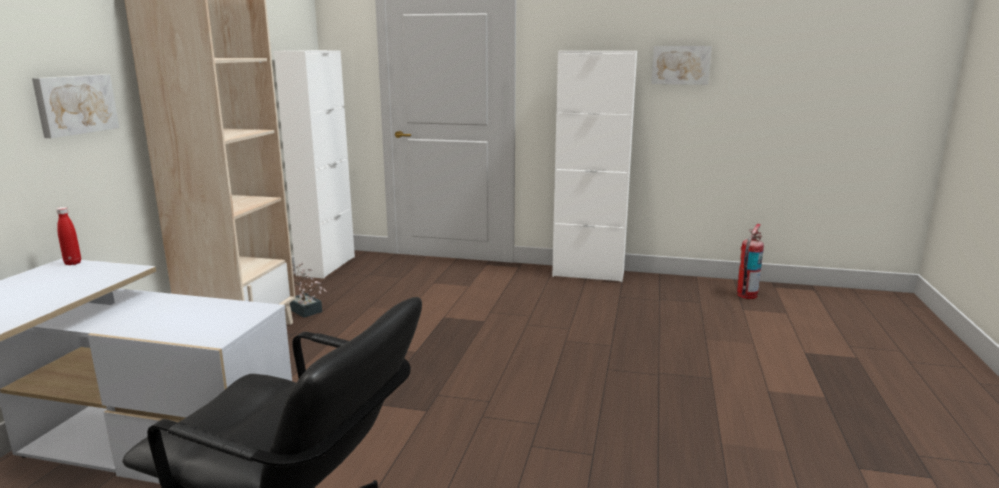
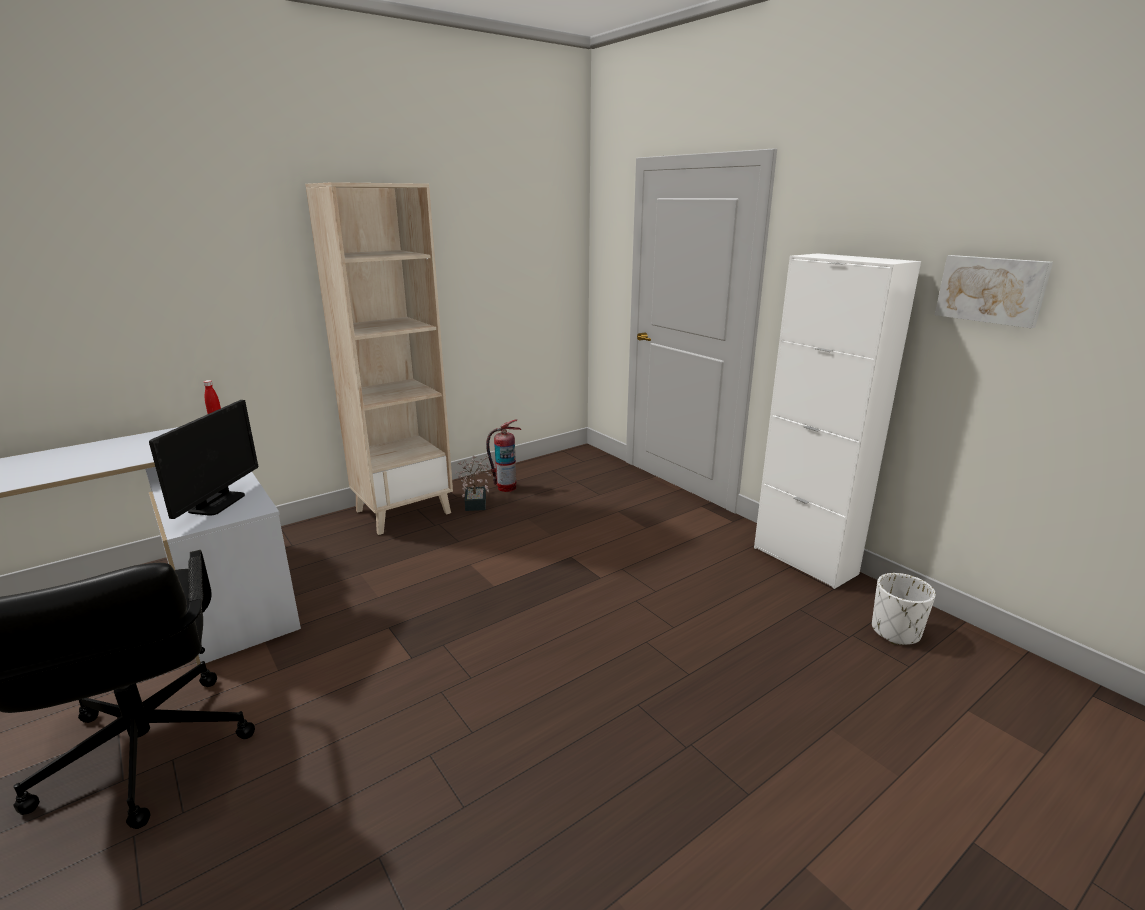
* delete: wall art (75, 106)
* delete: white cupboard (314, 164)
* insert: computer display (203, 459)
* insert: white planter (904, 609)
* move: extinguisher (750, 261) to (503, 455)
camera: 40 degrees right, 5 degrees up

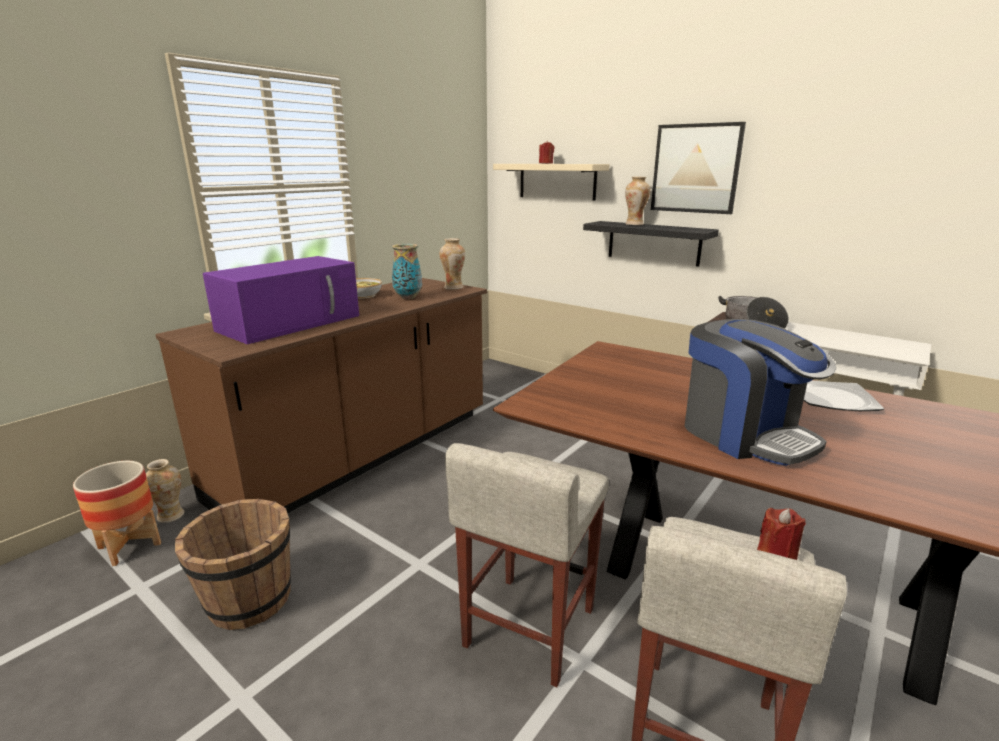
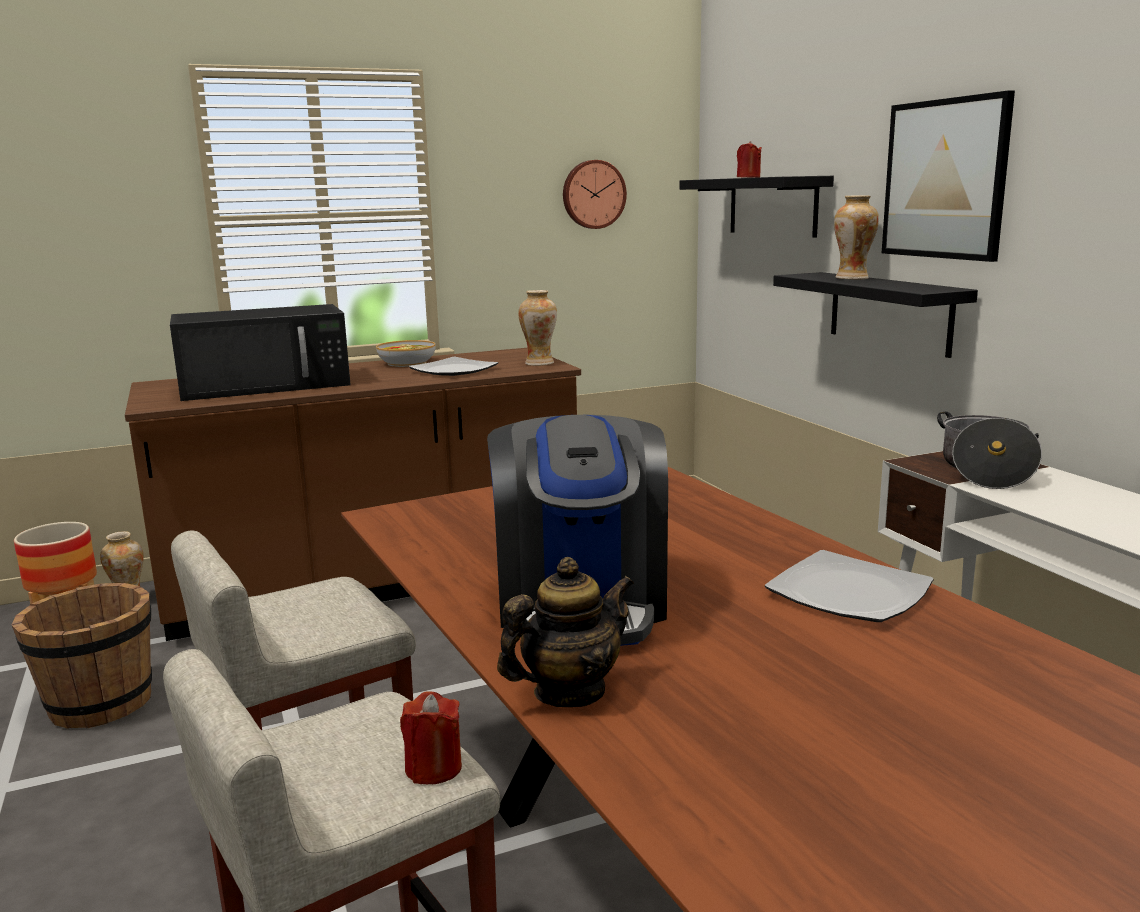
* insert: tea pot (565, 632)
* insert: hanging clock (595, 194)
* replace: vase (407, 271) to dinner plate (453, 366)
* recolor: purplish kitchen microwave (281, 300) to black kitchen microwave (260, 352)
* recolor: sand-coloured bracket shelf (551, 182) to black bracket shelf (756, 206)
camera: 30 degrees right, 5 degrees down

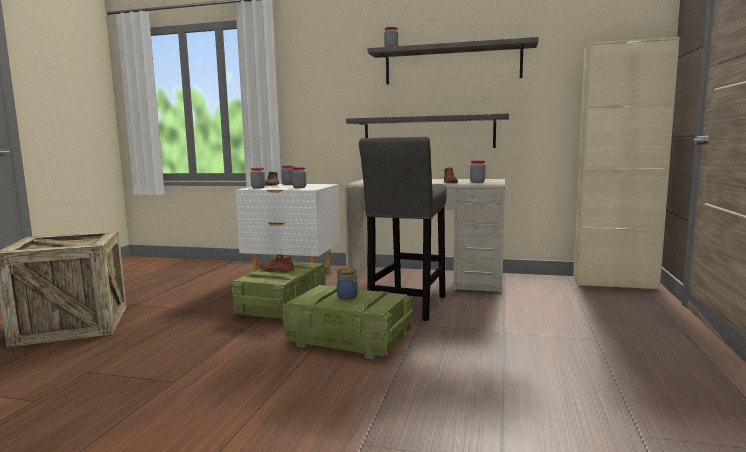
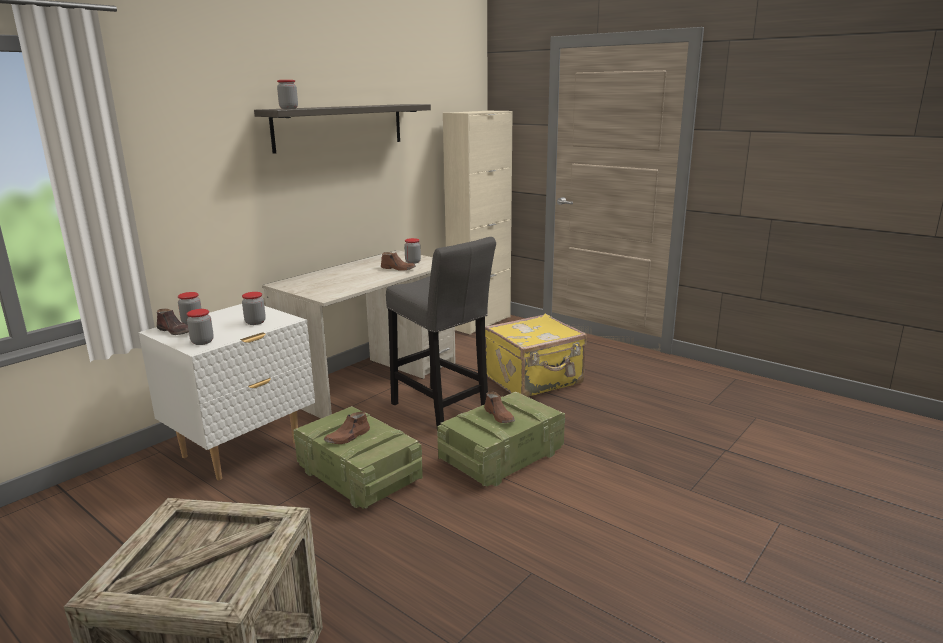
* delete: bracket shelf (427, 130)
* insert: yellowish suitcase (536, 355)
* replace: jar (348, 284) to brownish item of footwear (499, 407)
camera: 65 degrees left, 10 degrees up

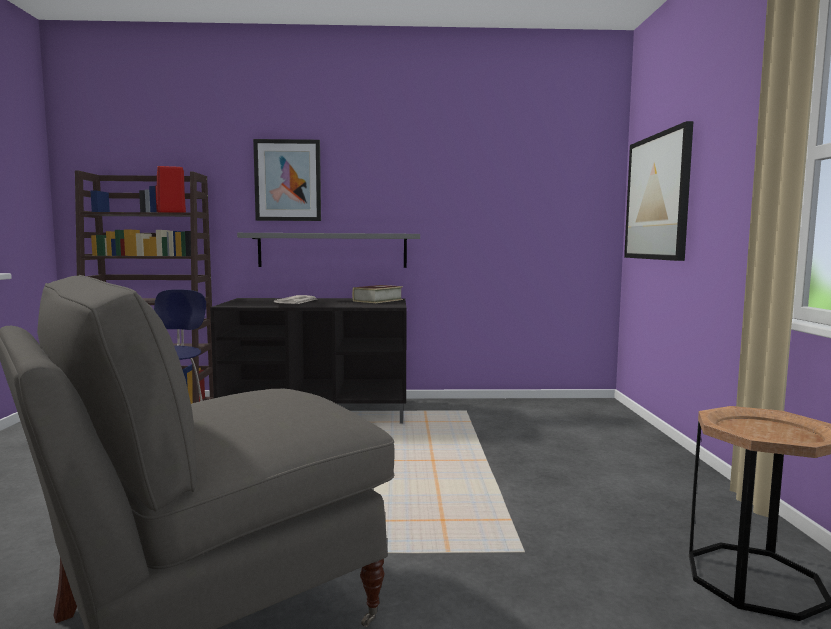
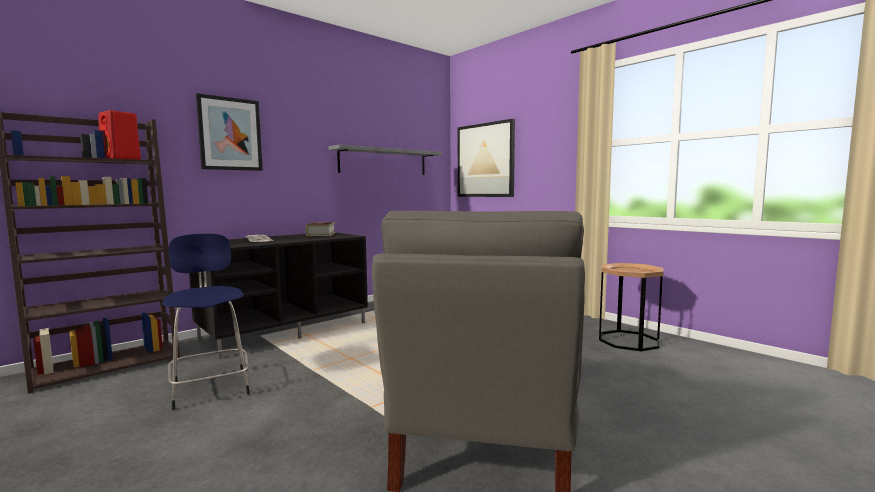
* move: gray bracket shelf (328, 250) to (385, 159)
camera: 40 degrees left, 0 degrees up

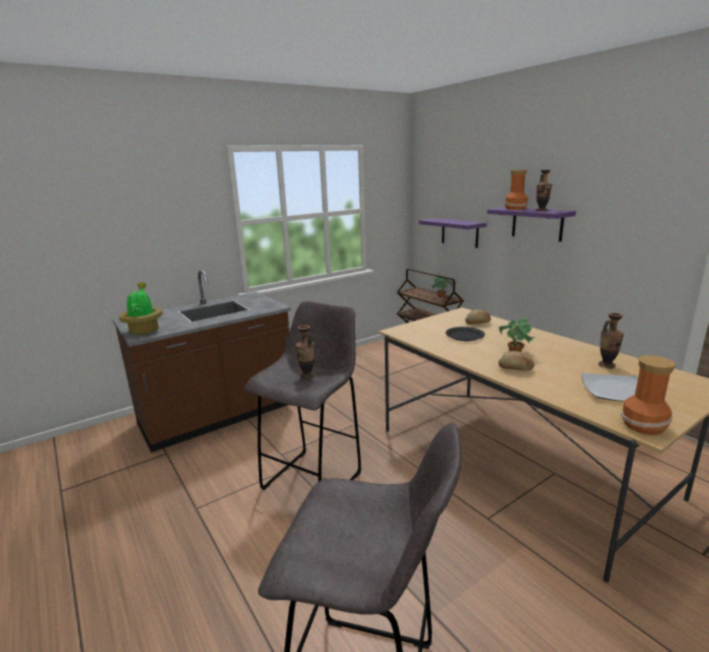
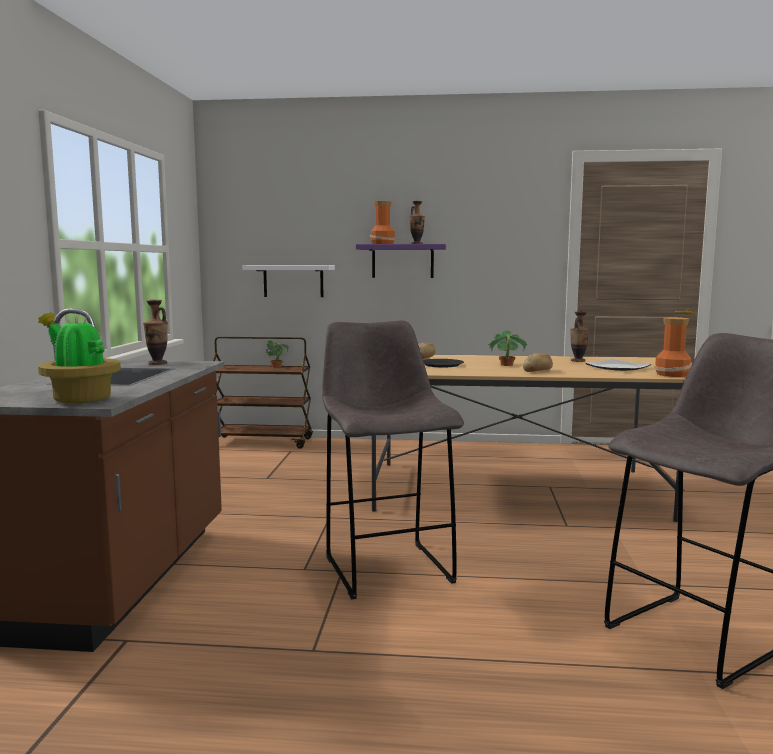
* move: vase (305, 351) to (155, 332)
* recolor: purplish bracket shelf (453, 233) to white bracket shelf (288, 281)
camera: 50 degrees left, 10 degrees down

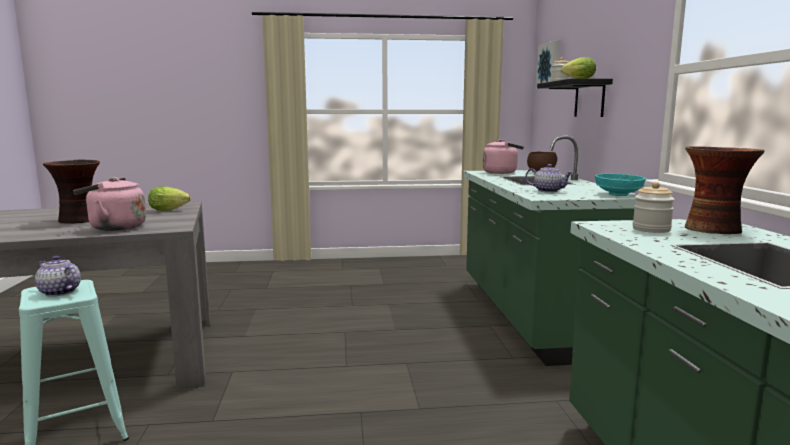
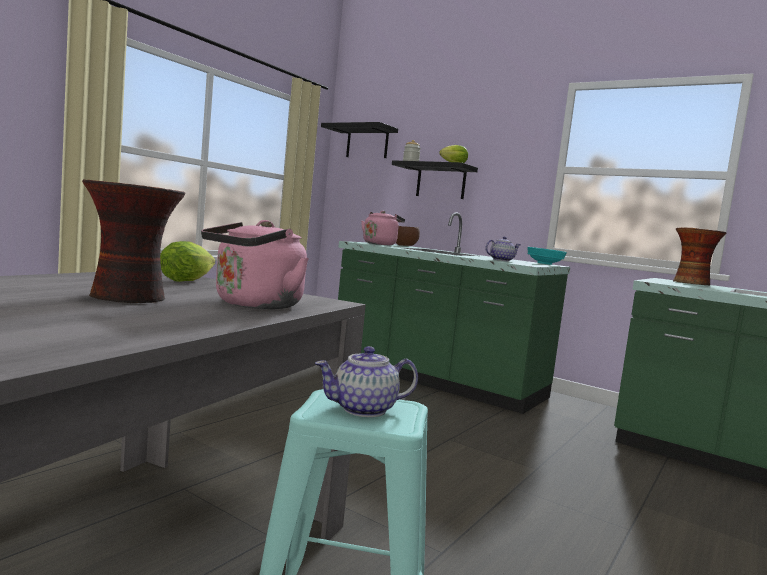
* delete: jar (654, 207)
* replace: wall art (548, 64) to black bracket shelf (359, 140)
camera: 50 degrees left, 5 degrees down

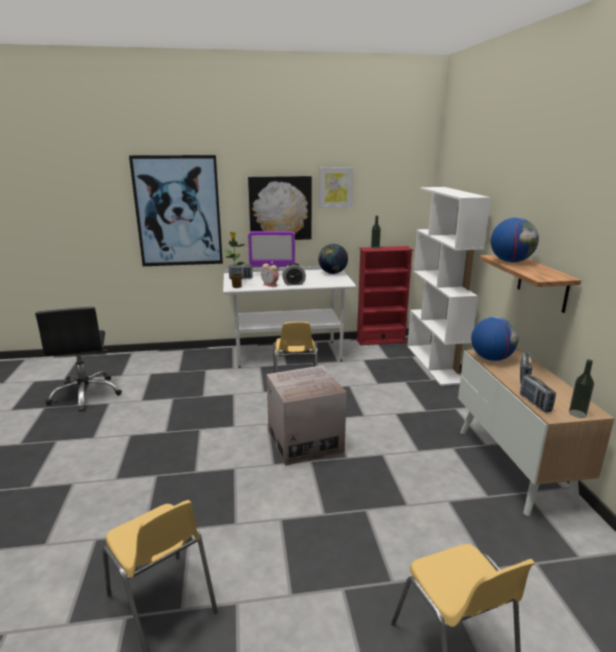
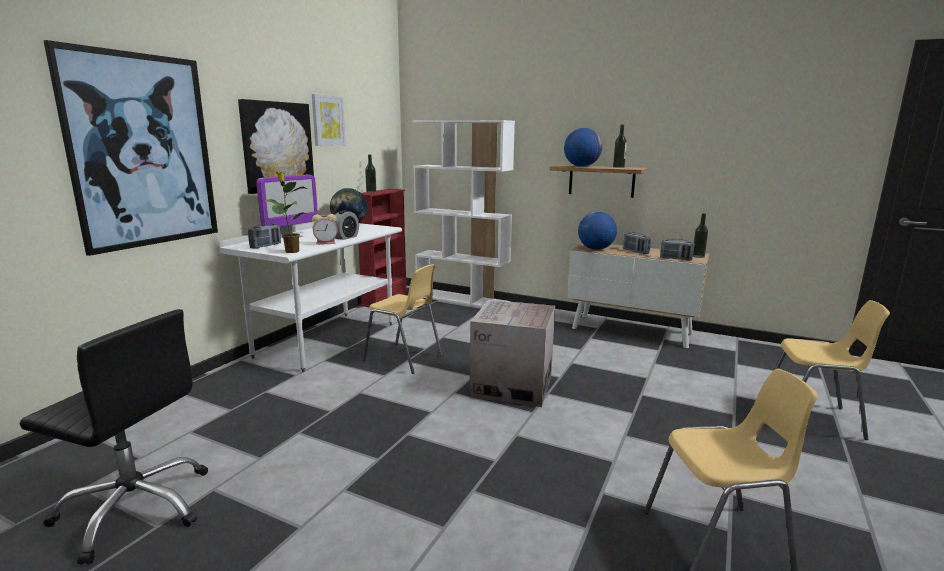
* insert: bottle (620, 146)
camera: 55 degrees left, 5 degrees down

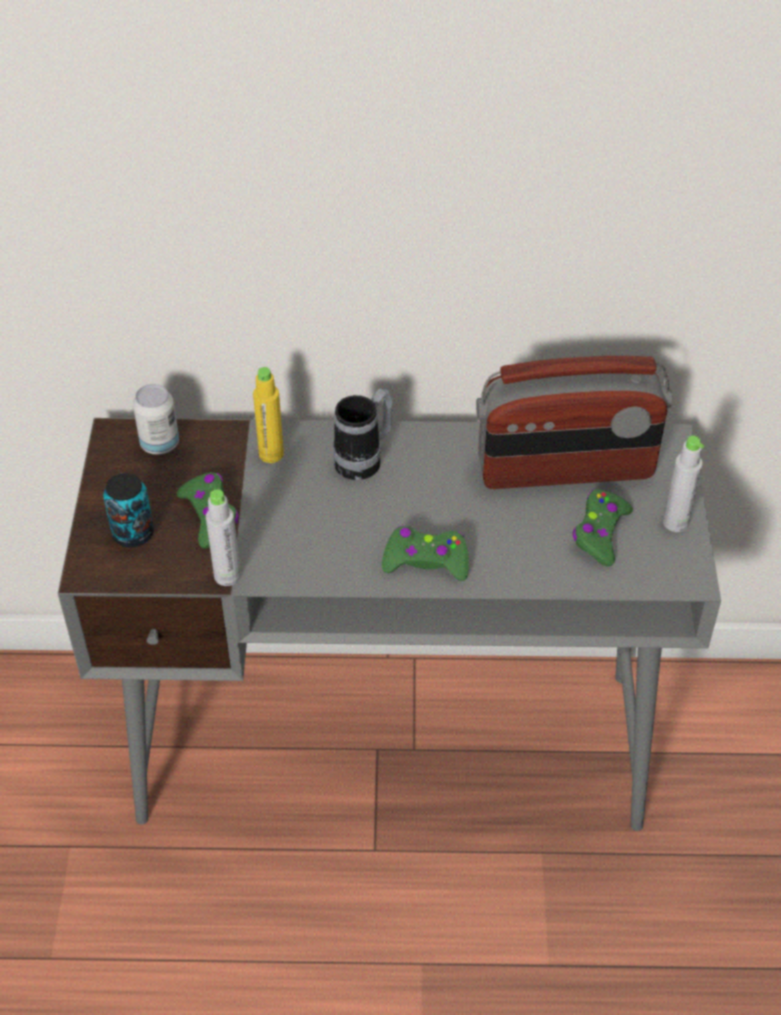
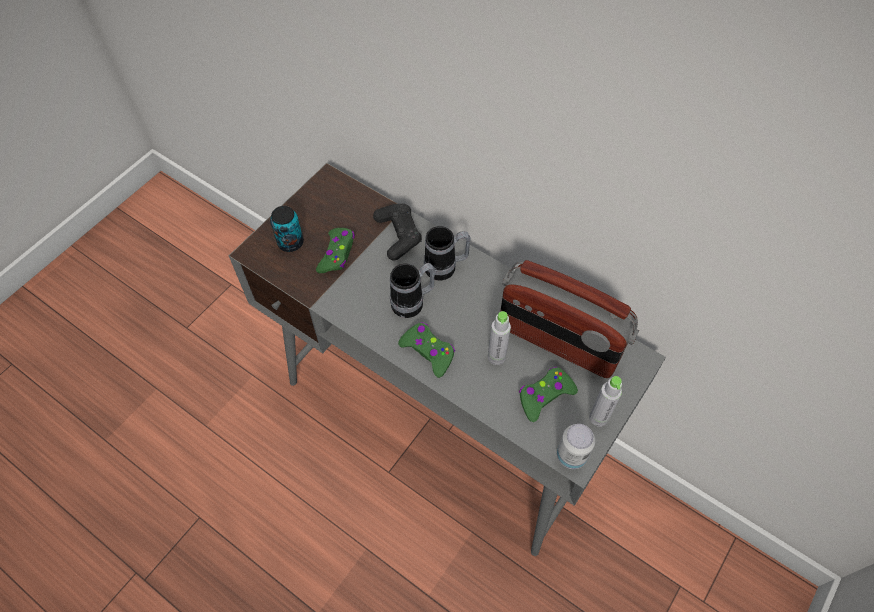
* insert: mug (412, 290)
* move: sealed can (156, 419) to (576, 446)
* move: gray bottle (223, 537) to (499, 338)
* replace: yellowish bottle (268, 415) to black joypad (397, 231)
camera: 35 degrees right, 10 degrees up

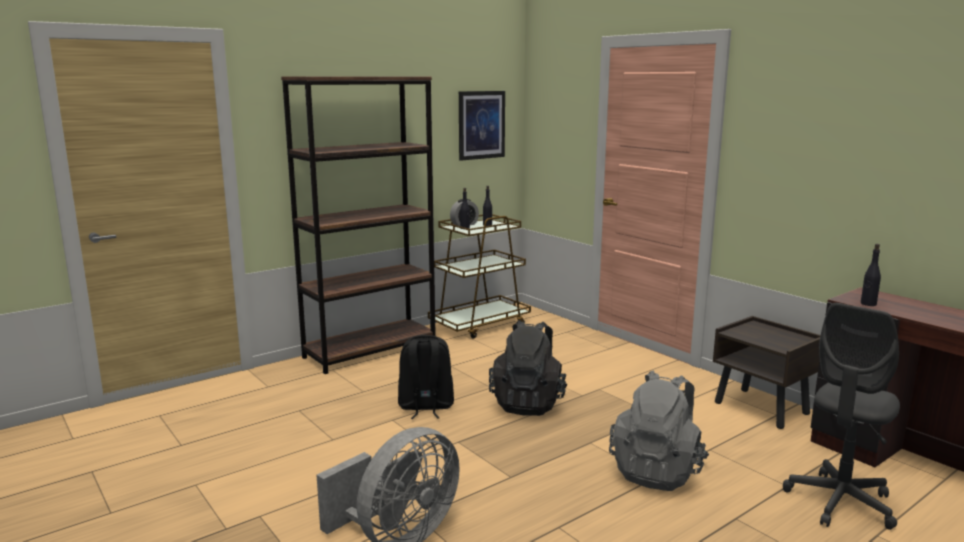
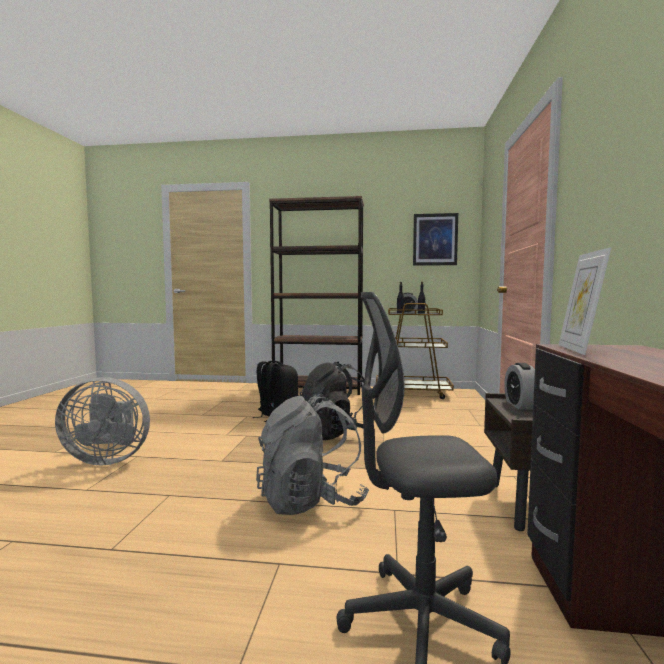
* insert: alarm clock (519, 386)
* replace: black bottle (871, 275) to picture frame (585, 301)
camera: 45 degrees right, 10 degrees down

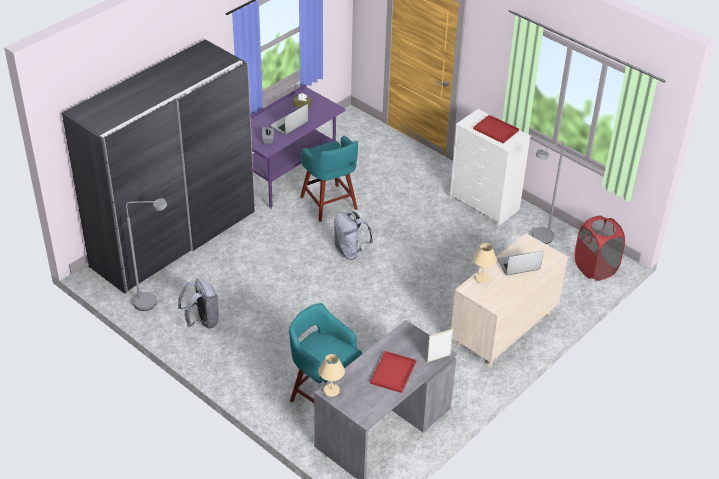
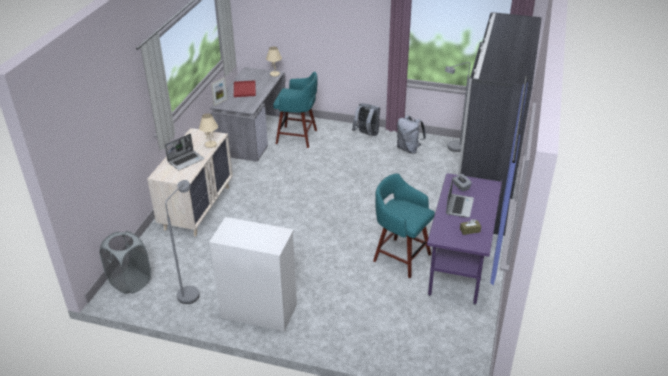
* delete: reddish tray (496, 129)
* move: gray backpack (353, 234) to (366, 119)
* recolor: reddish laundry basket (600, 248) to gray laundry basket (125, 262)
camera: 155 degrees right, 5 degrees down

